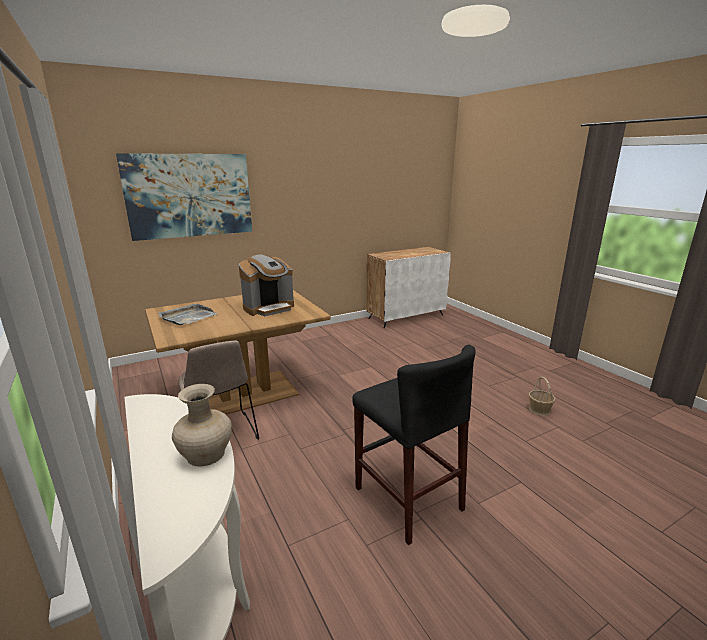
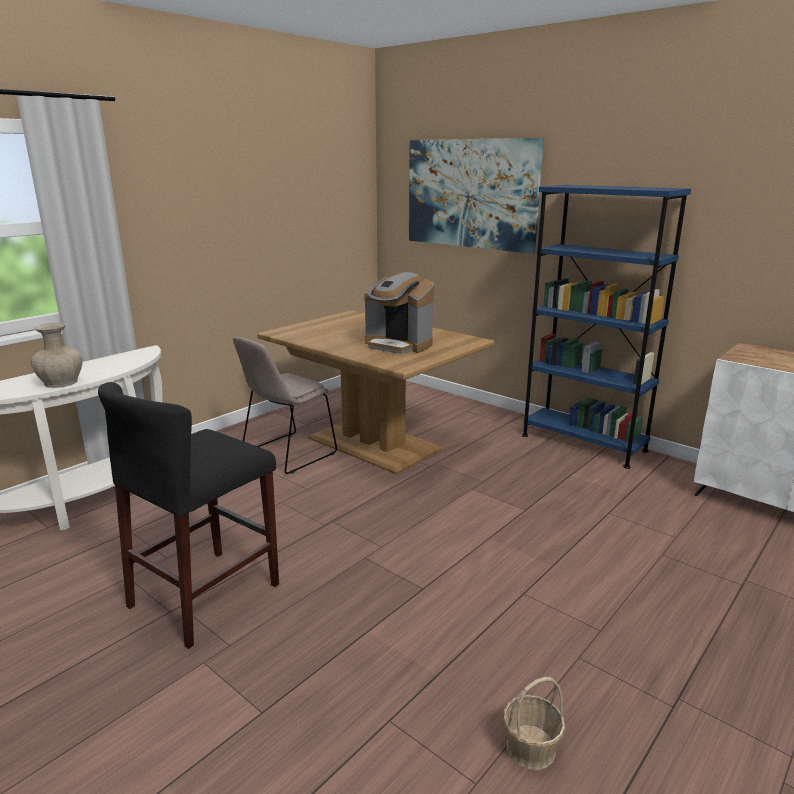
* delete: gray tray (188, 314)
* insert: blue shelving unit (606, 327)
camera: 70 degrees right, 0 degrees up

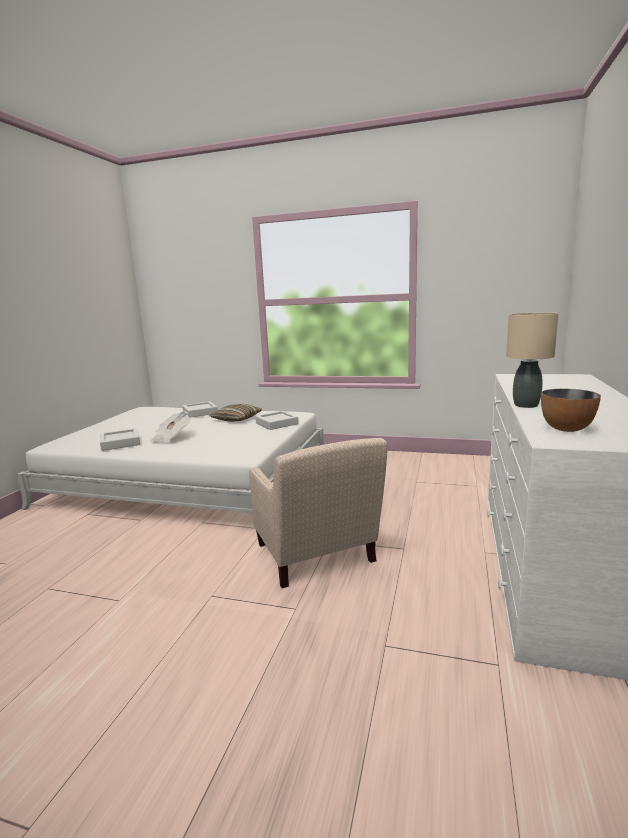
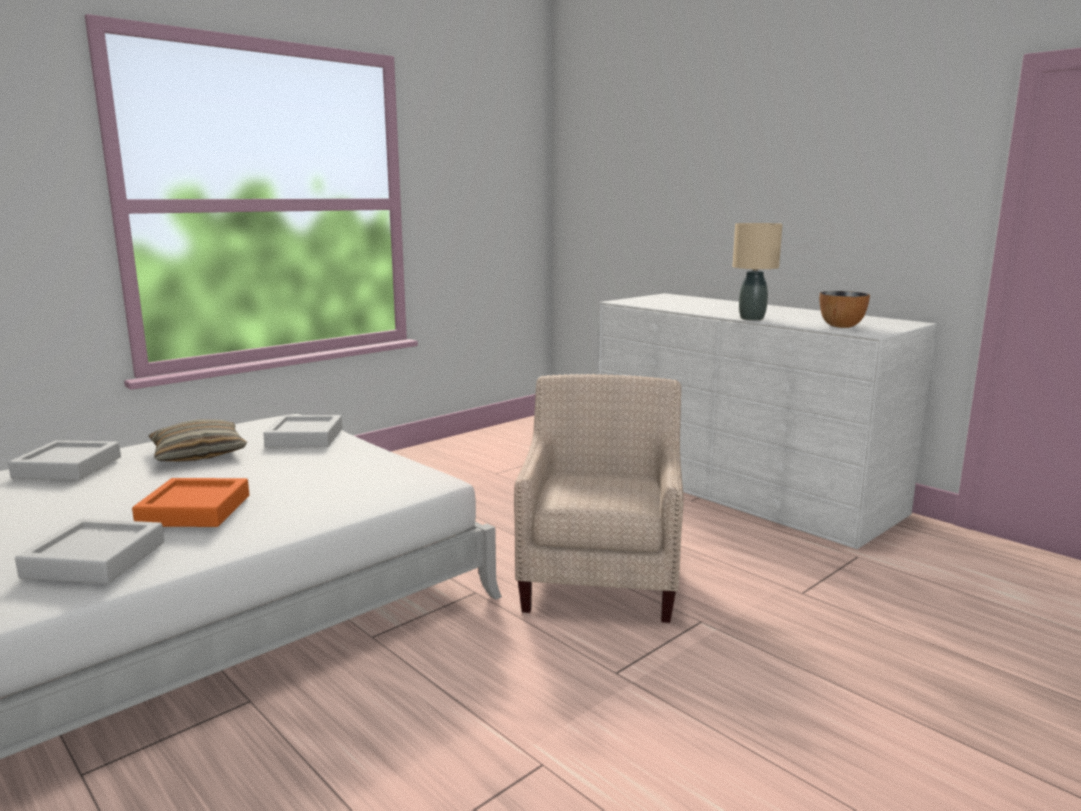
* replace: newspaper (170, 427) to orange-coloured tray (190, 502)
* rotate: sand-coloured lounge chair (318, 513) = (599, 498) 90 degrees counterclockwise
camera: 60 degrees left, 0 degrees up

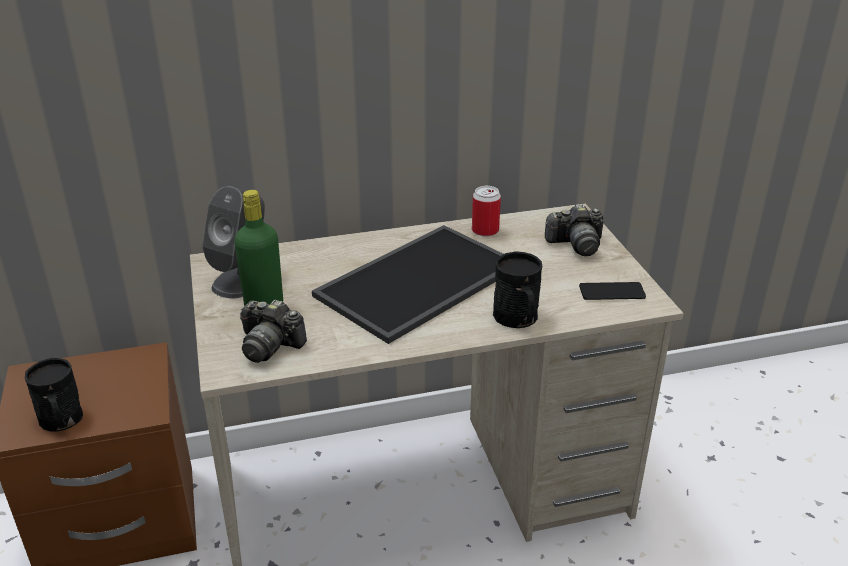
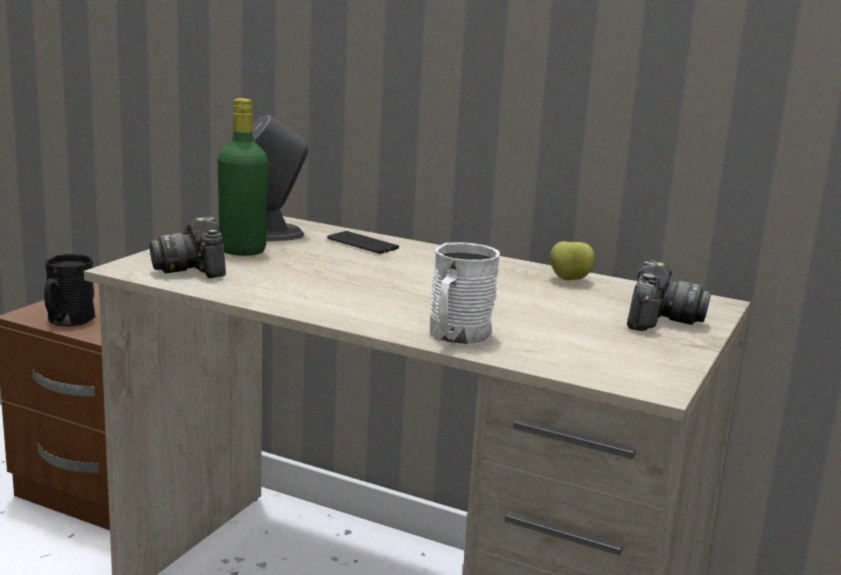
* delete: tray (407, 284)
* move: handset (612, 291) to (363, 242)
* replace: sealed can (486, 211) to apple (572, 260)
* recolor: black mug (517, 289) to white mug (465, 294)
* rotate: photo camera (574, 230) = (669, 295) 105 degrees counterclockwise
camera: 40 degrees right, 15 degrees down

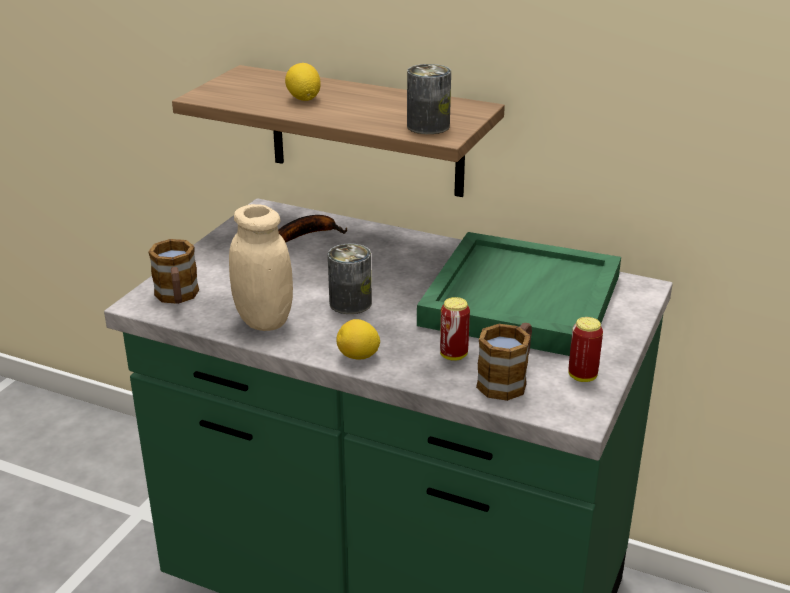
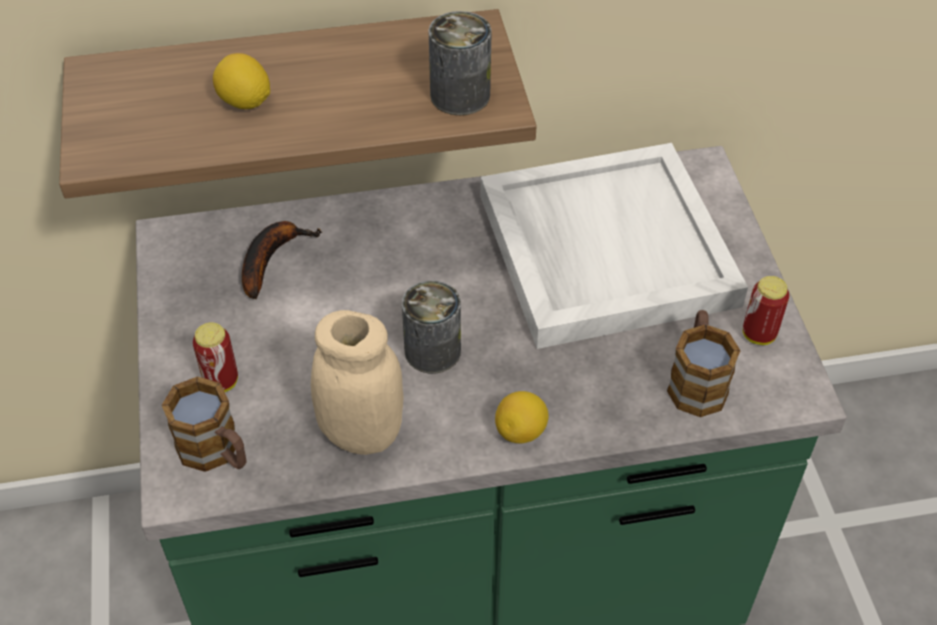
* move: sealed can (455, 329) to (215, 357)
* recolor: green-coloured tray (519, 294) to white tray (614, 246)
camera: 35 degrees left, 20 degrees up

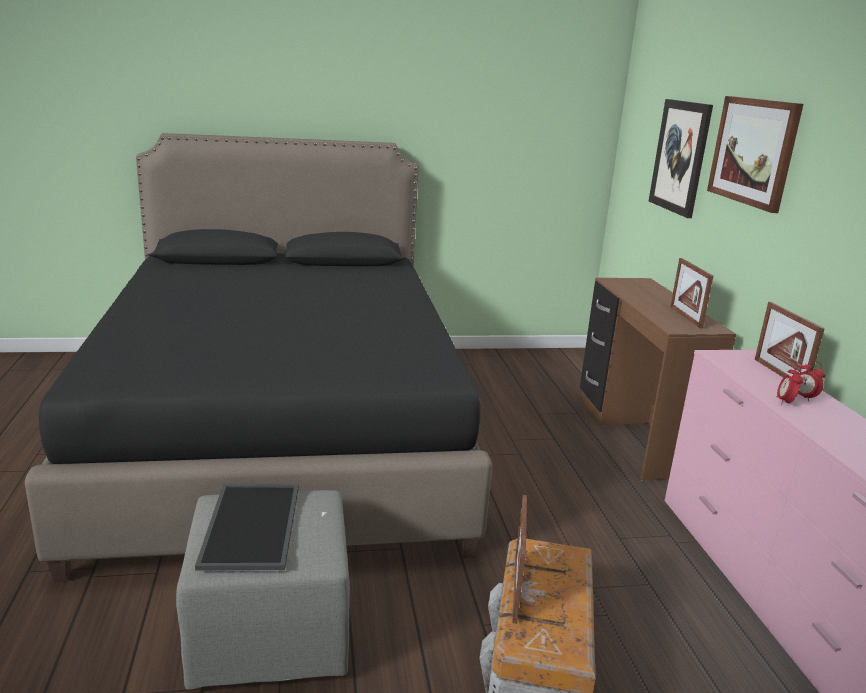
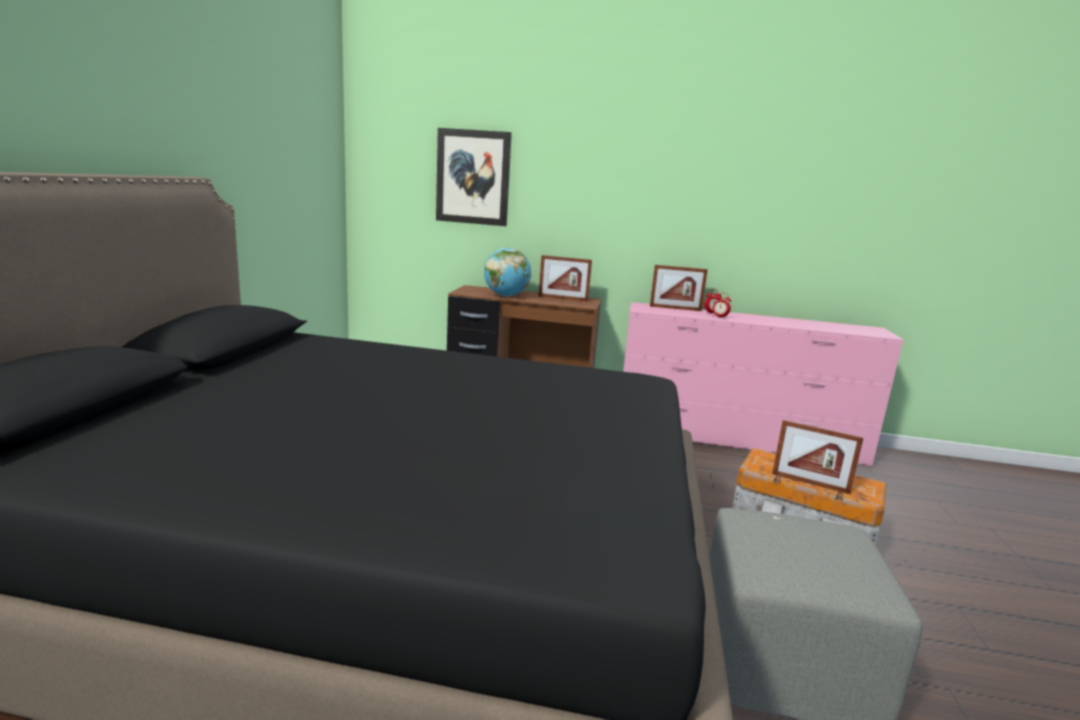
* delete: tray (247, 527)
* delete: wall art (755, 154)
* insert: world globe (507, 272)
camera: 70 degrees left, 5 degrees down

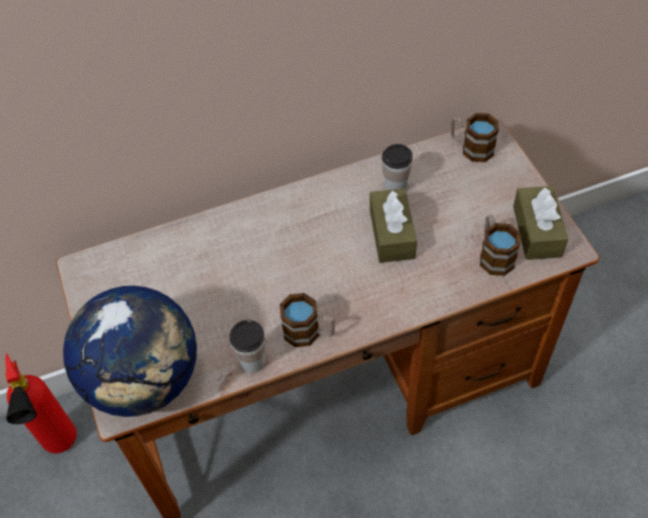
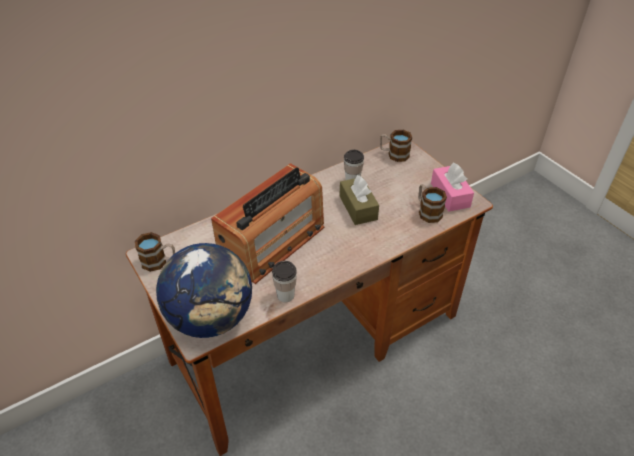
* delete: extinguisher (41, 404)
* insert: radio set (268, 223)
* move: mug (307, 320) to (155, 252)
* recolor: brownish box of tissues (540, 223) to pink-coloured box of tissues (452, 187)
camera: 15 degrees left, 10 degrees down

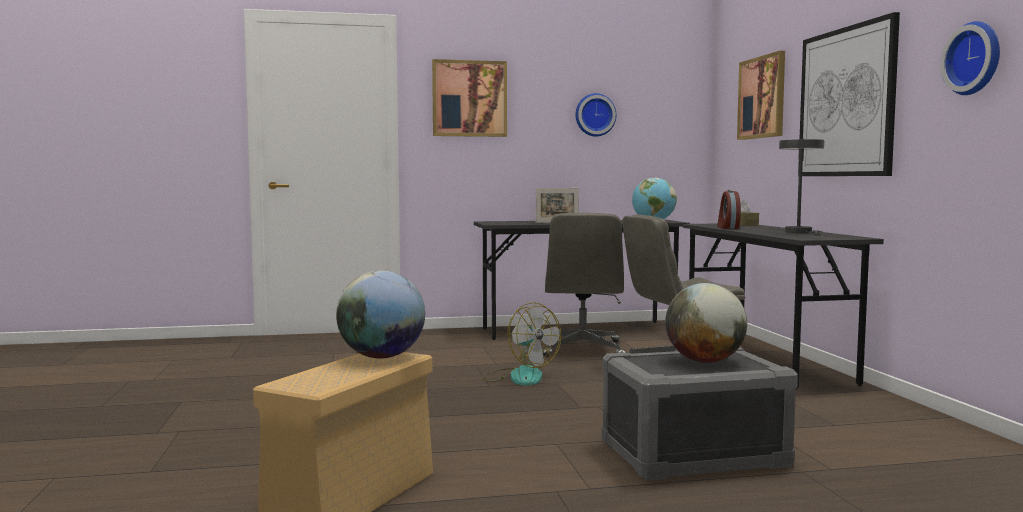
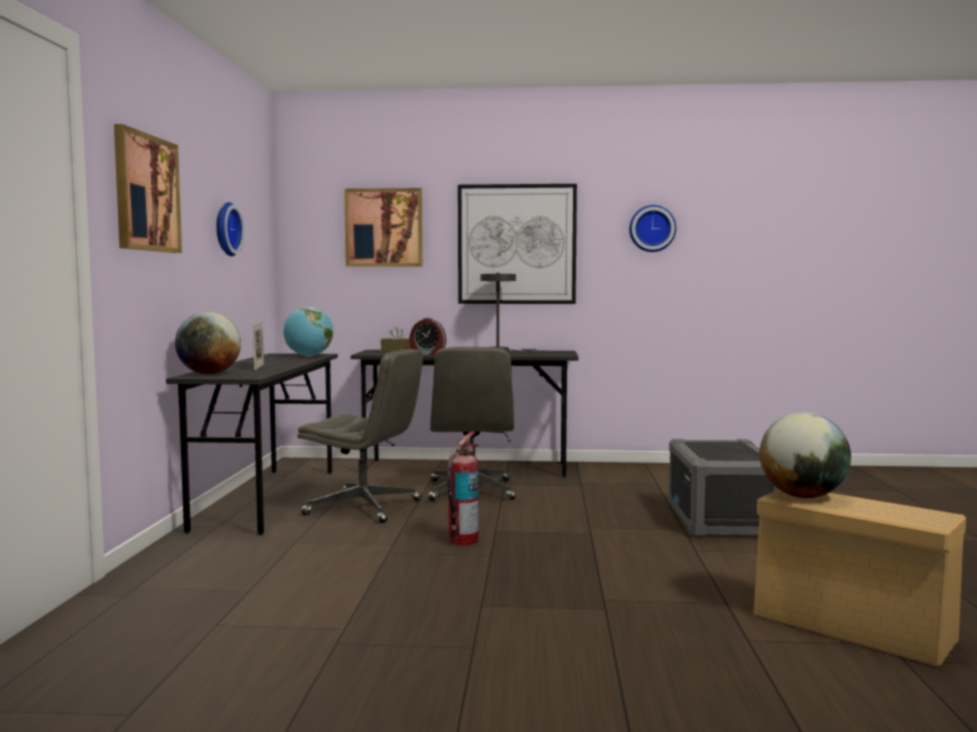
* move: world globe (706, 323) to (208, 343)
* replace: cooling fan (521, 344) to extinguisher (463, 488)
camera: 75 degrees left, 0 degrees up

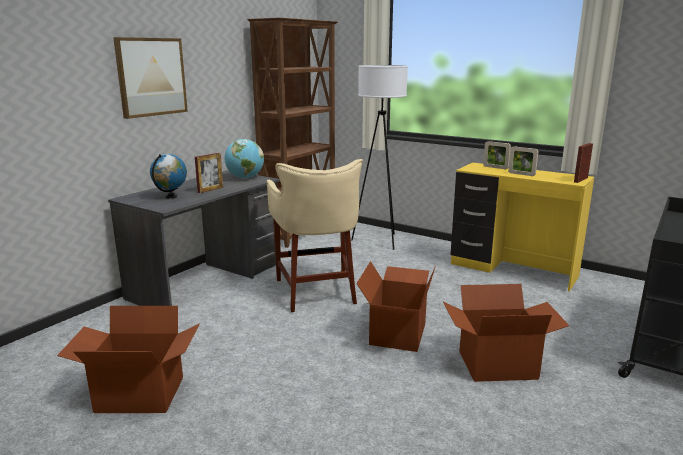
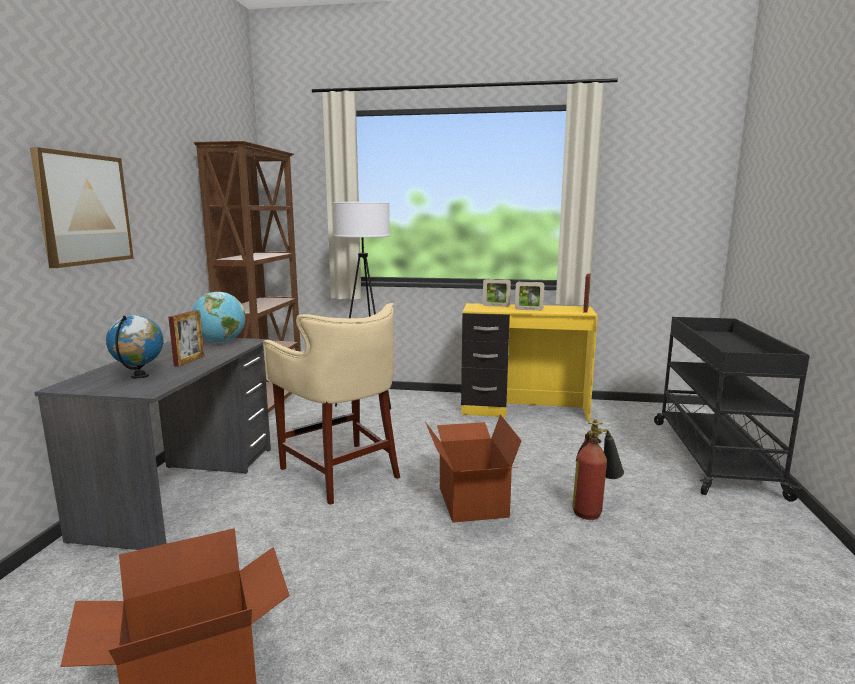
* replace: cardboard box (506, 333) to extinguisher (598, 470)
camera: 25 degrees left, 5 degrees down

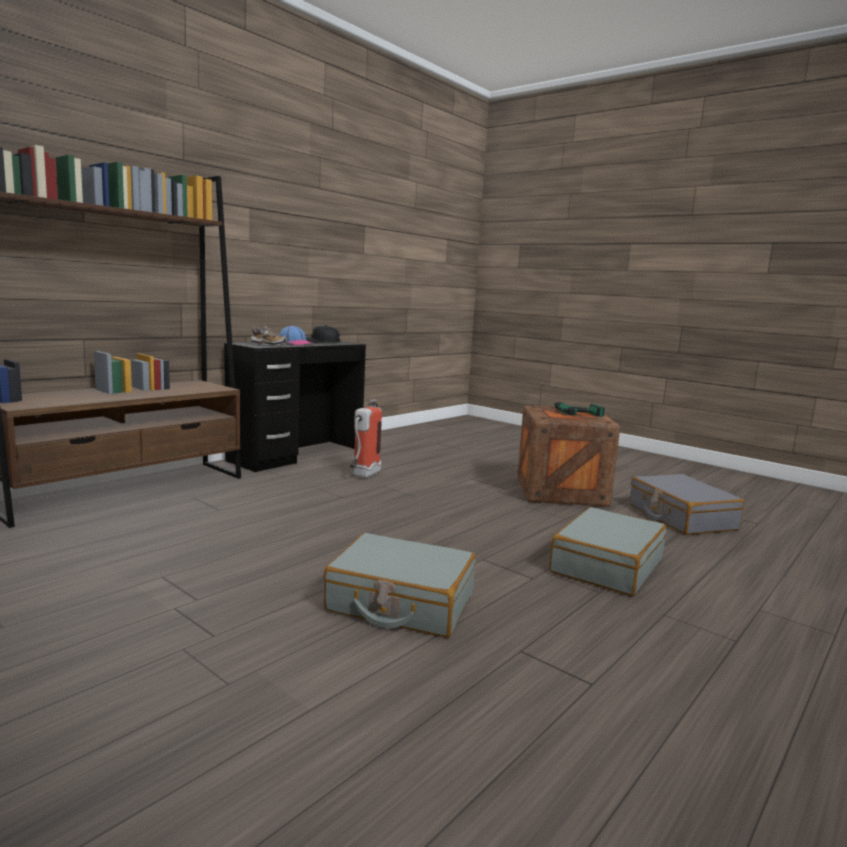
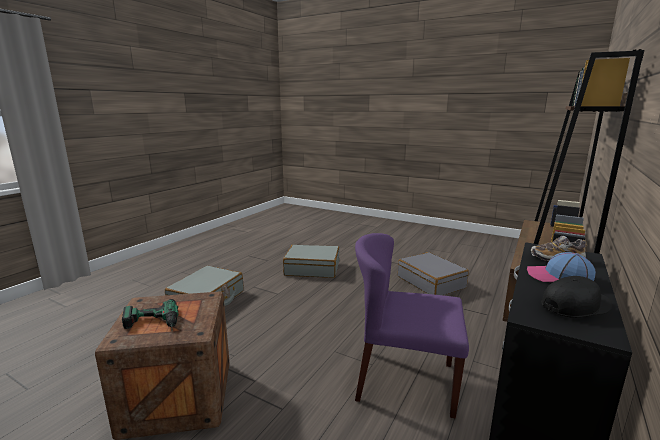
* move: gray suitcase (687, 504) to (433, 273)
* replace: extinguisher (365, 438) to purplish plain chair (412, 326)
camera: 170 degrees right, 5 degrees up

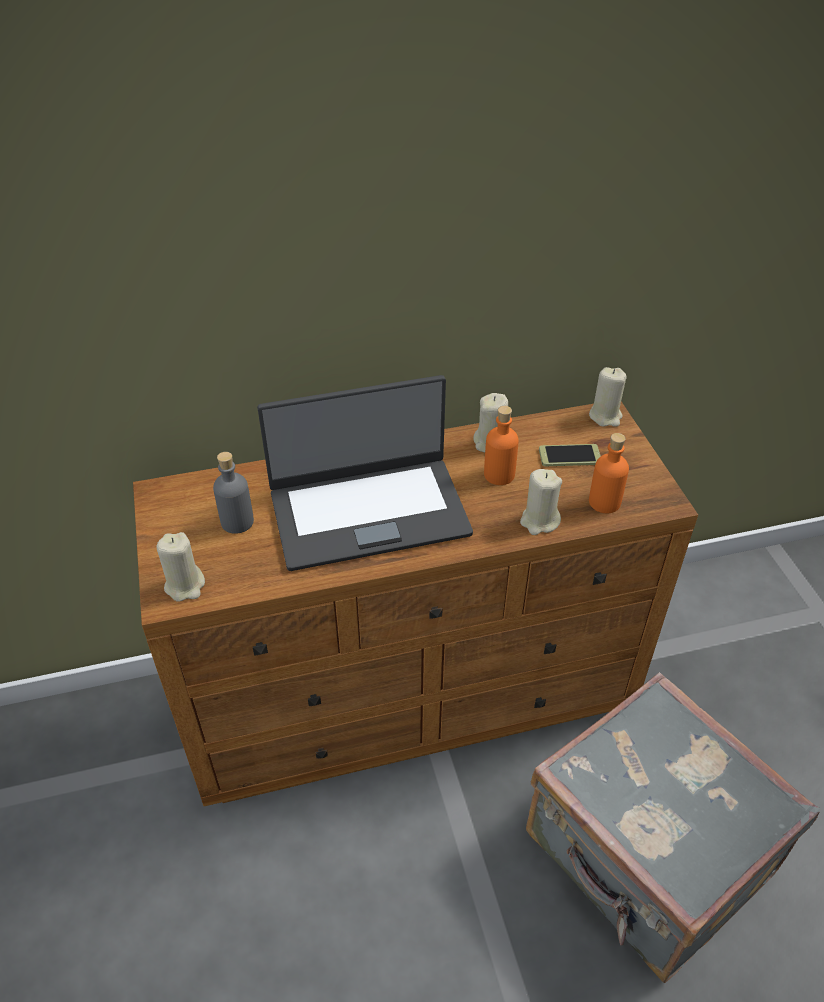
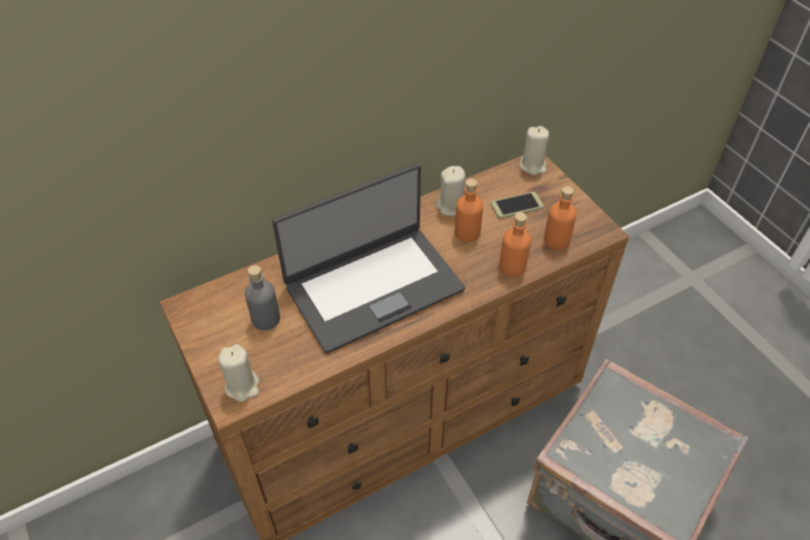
* replace: sand-coloured candle (541, 502) to orange-coloured bottle (515, 244)
camera: 15 degrees left, 5 degrees up

